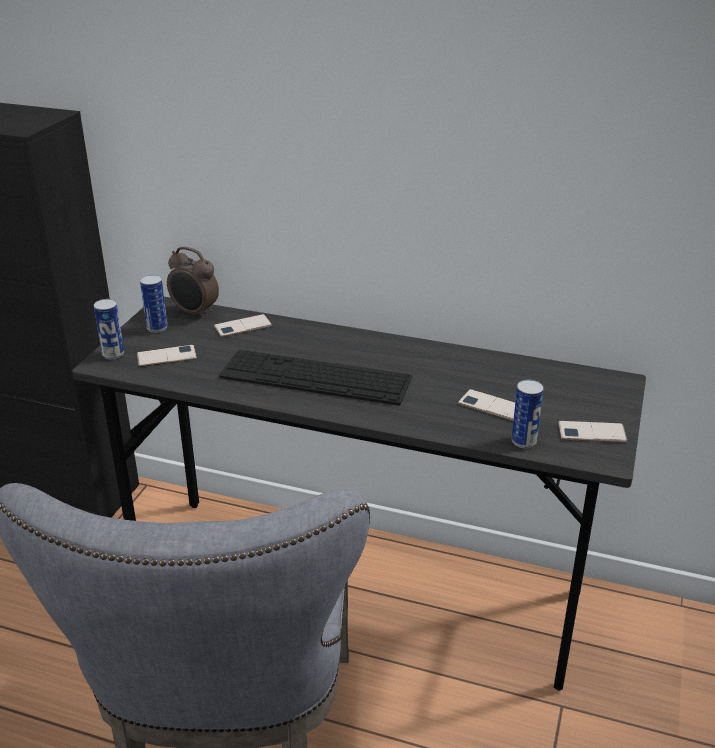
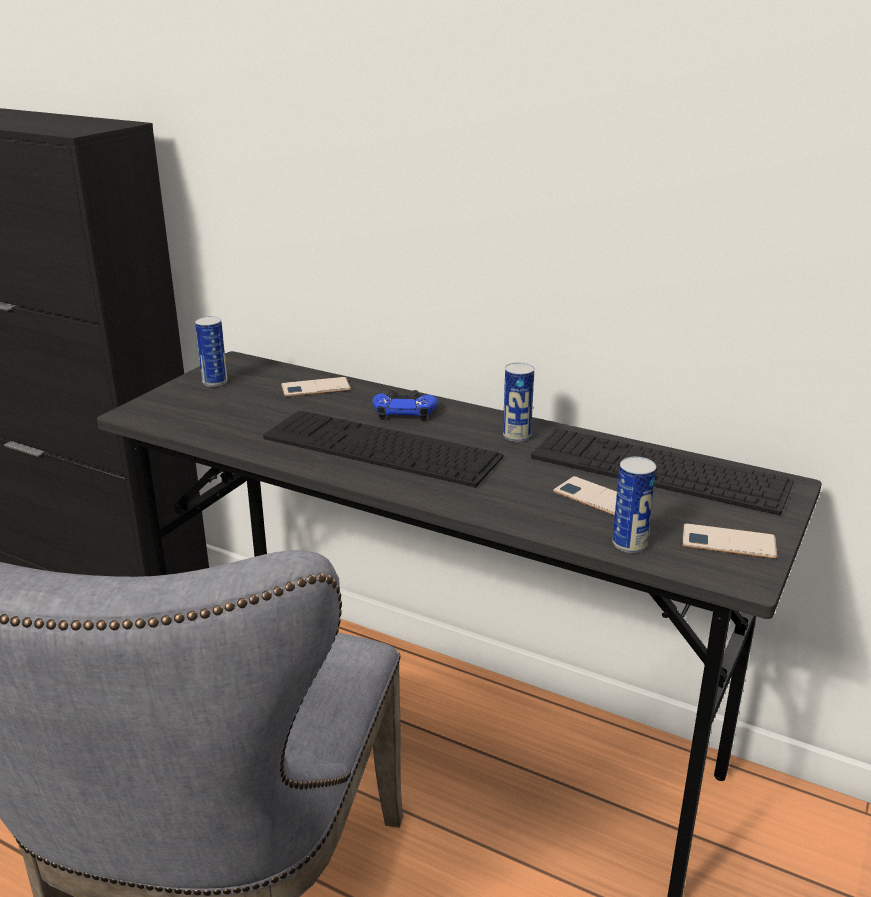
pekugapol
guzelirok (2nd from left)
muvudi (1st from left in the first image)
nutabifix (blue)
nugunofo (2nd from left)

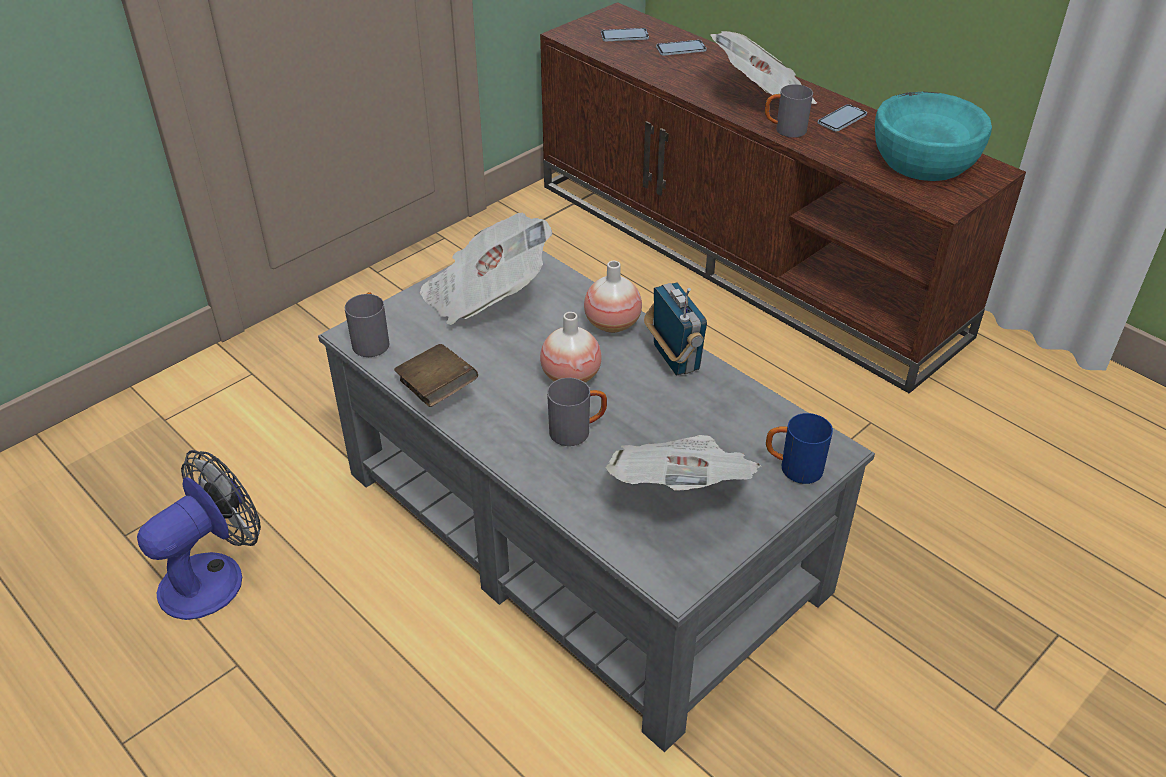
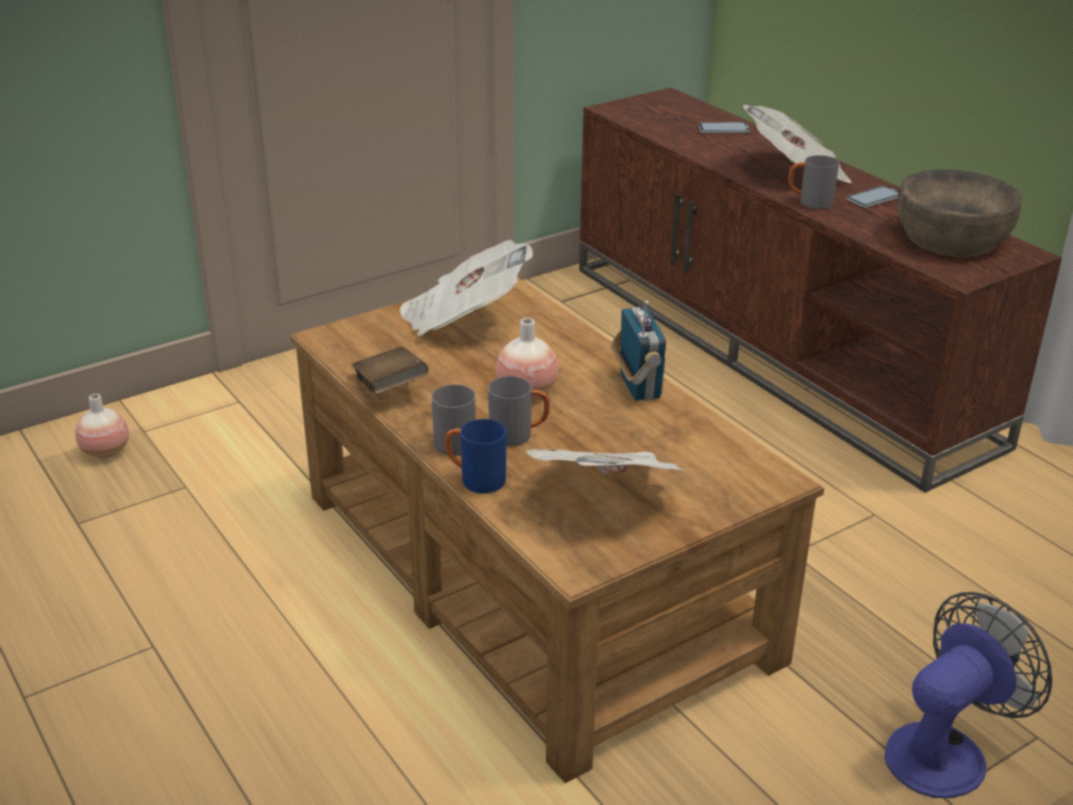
muvudi (1st from left in the first image)
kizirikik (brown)
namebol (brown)
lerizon (1st from left)
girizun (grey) (1st from left)
girizun (blue)
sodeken

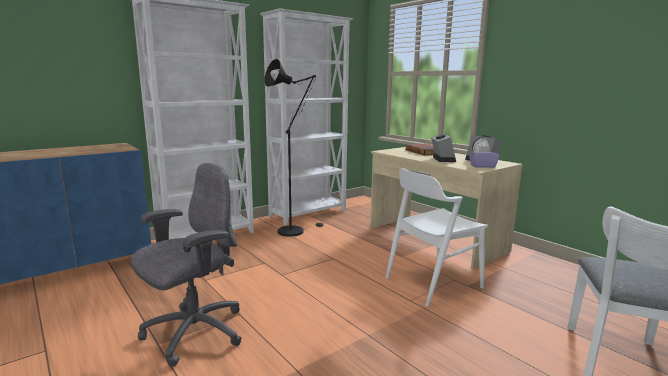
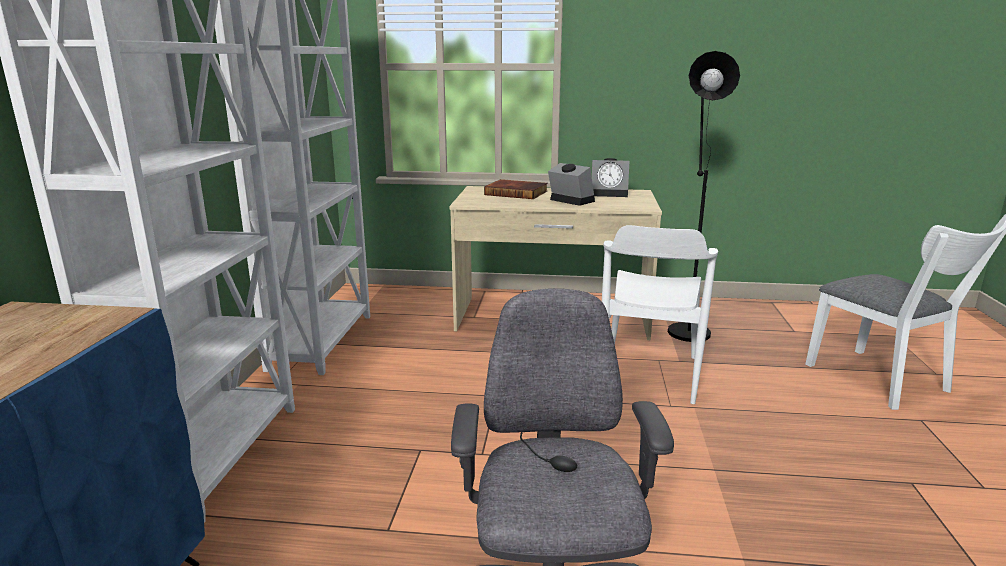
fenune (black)
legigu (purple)

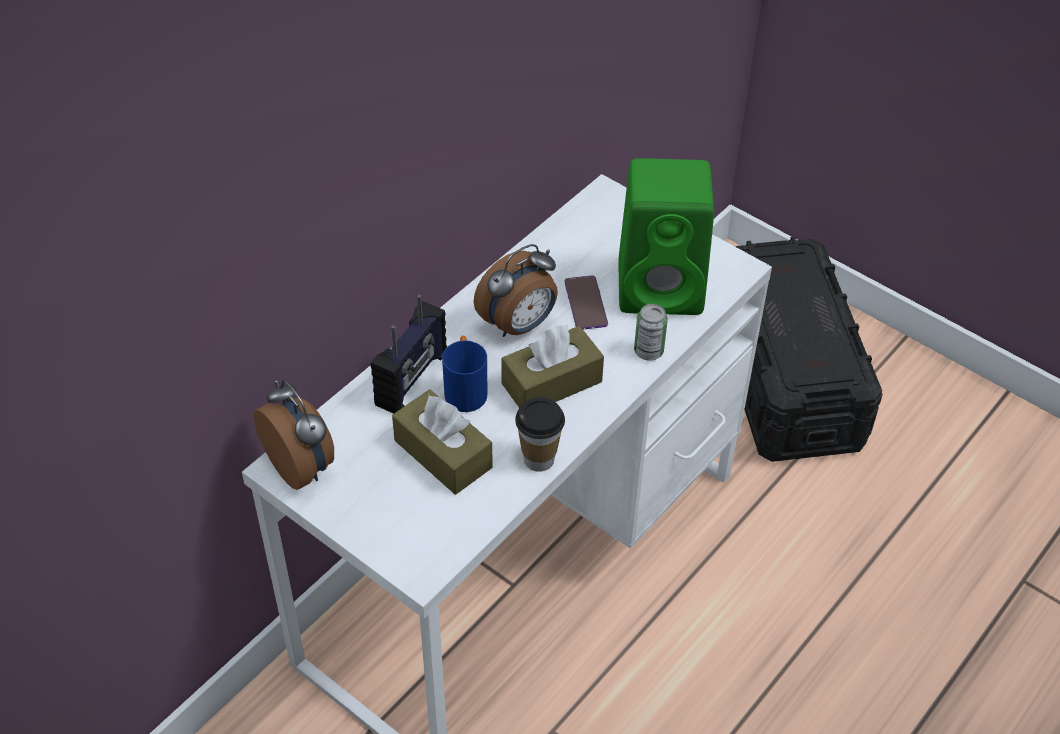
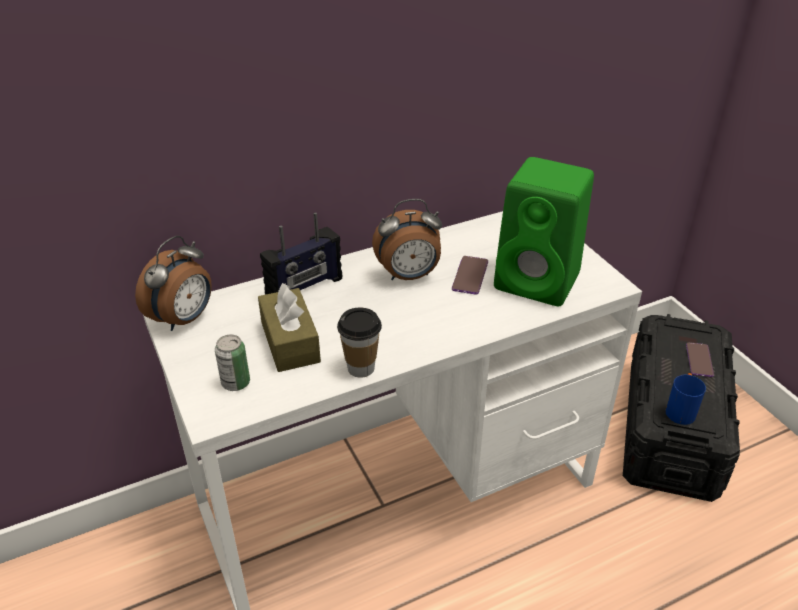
guzelirok
legigu (brown) (2nd from left in the first image)
girizun (blue)
pekugapol (1st from left)
muvudi (2nd from left)

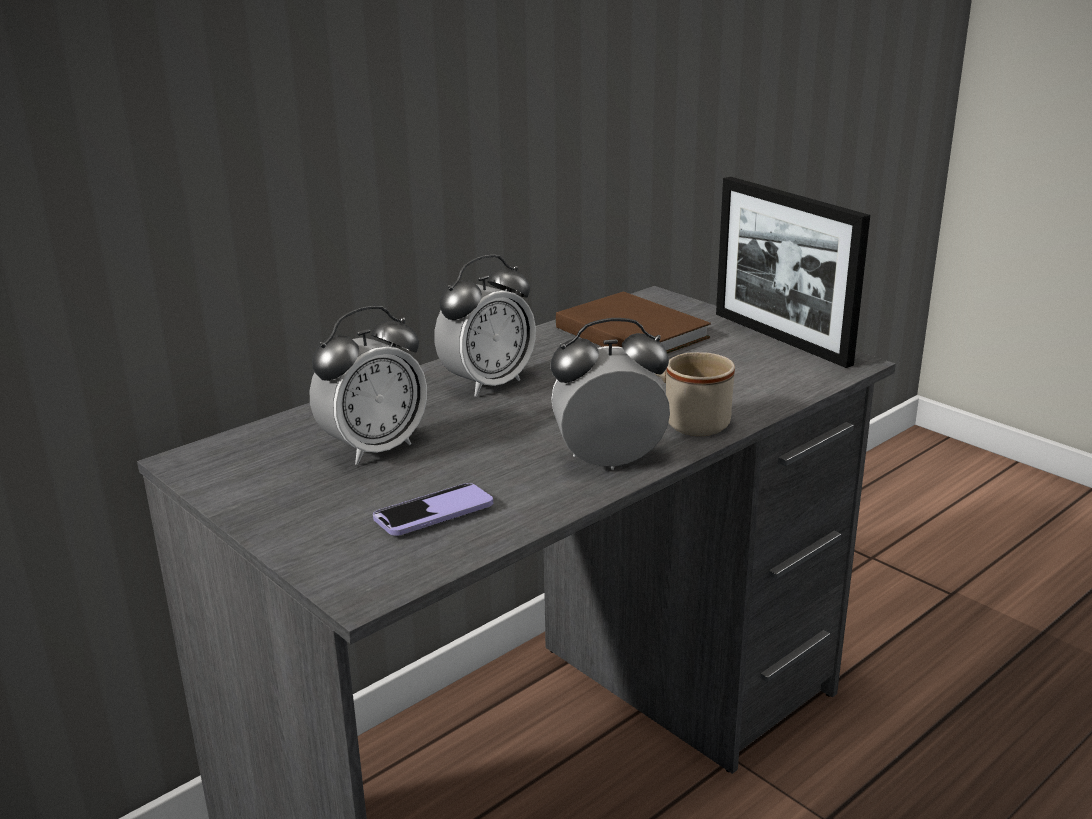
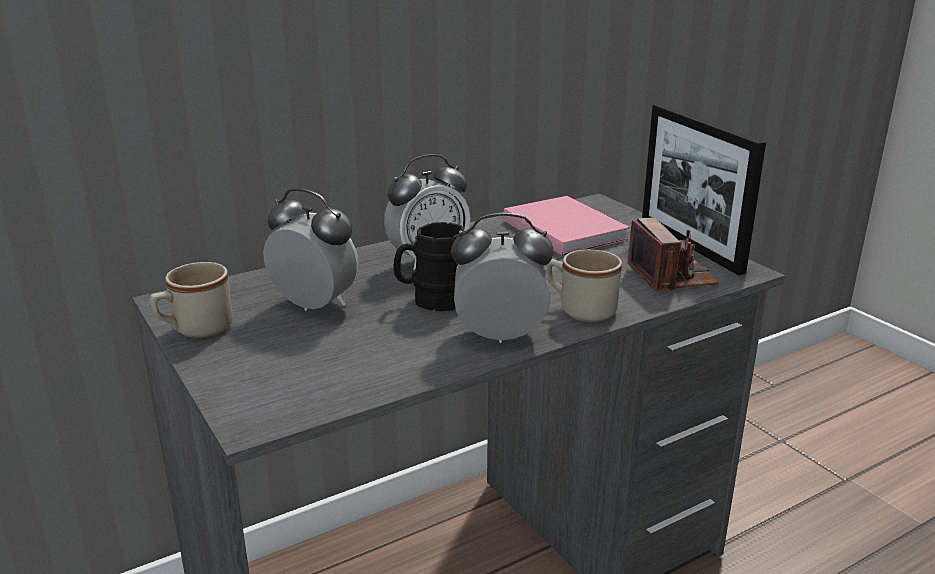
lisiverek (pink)
pekugapol (1st from left)
muvudi
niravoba
girizun (black)
girizun (beige) (1st from left)

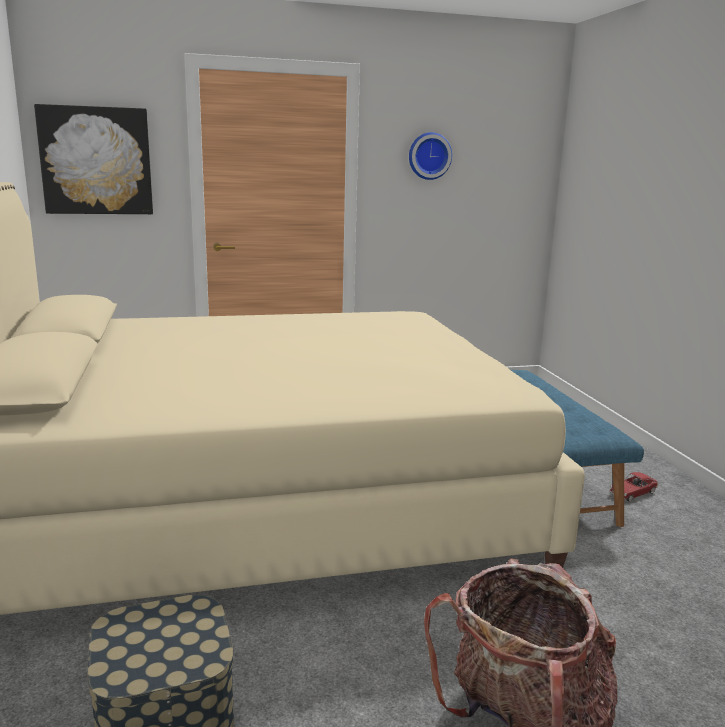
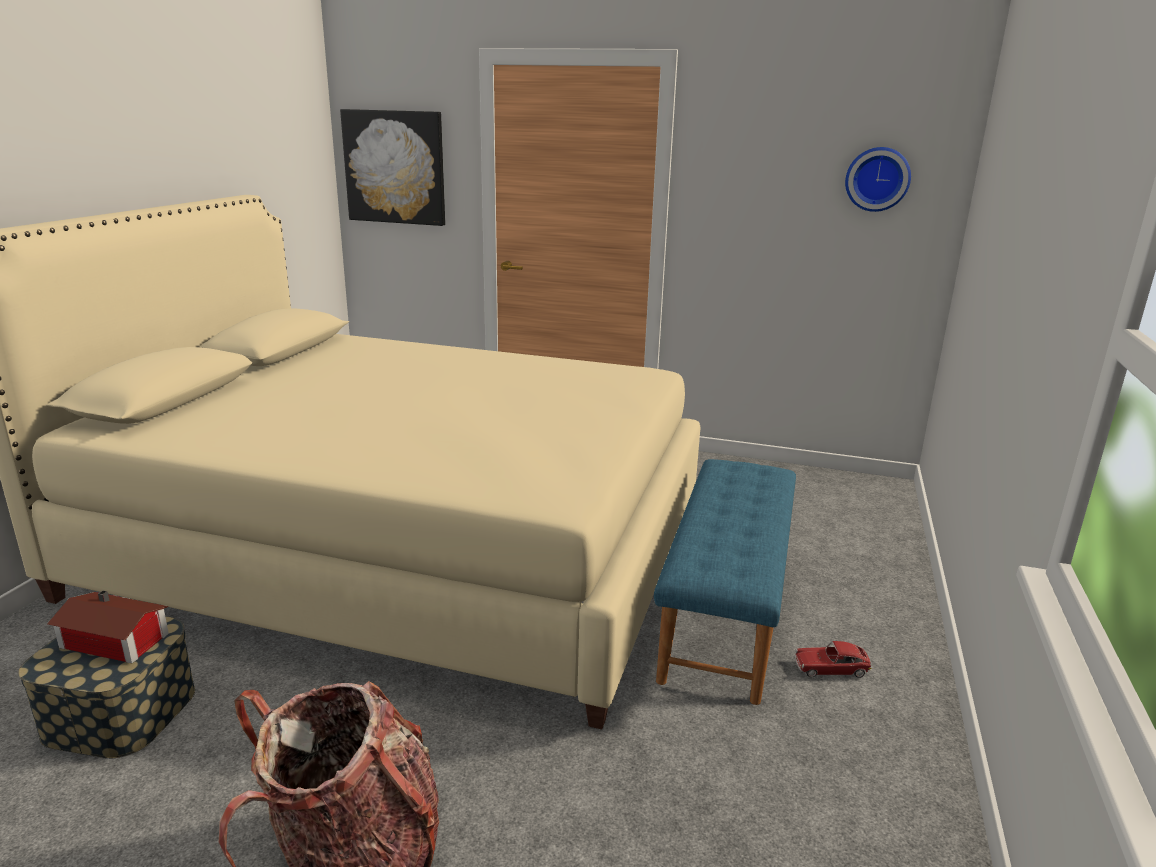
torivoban
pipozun

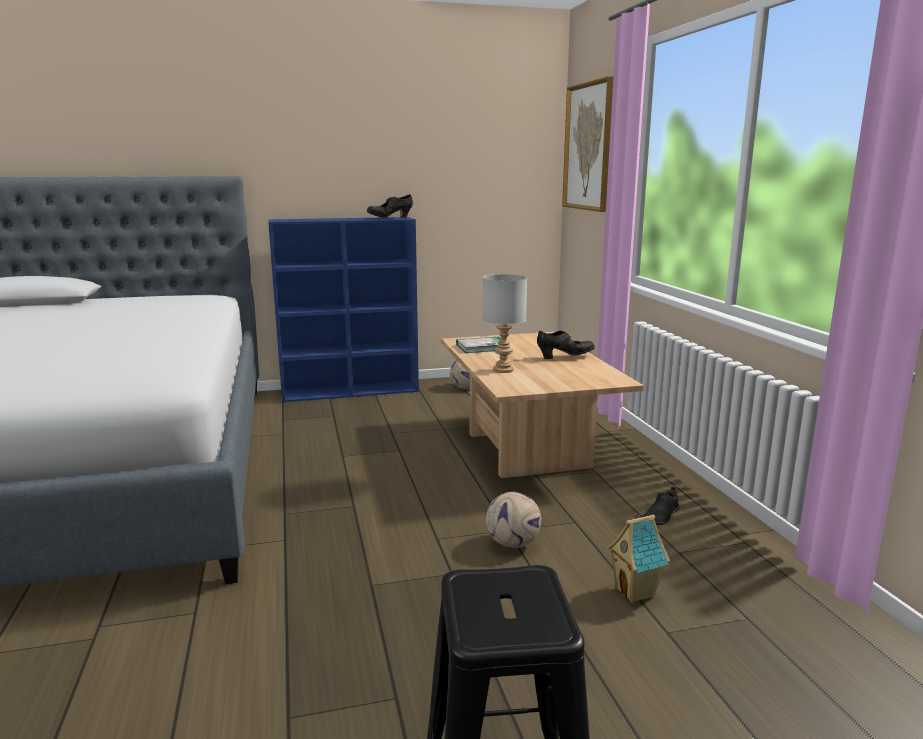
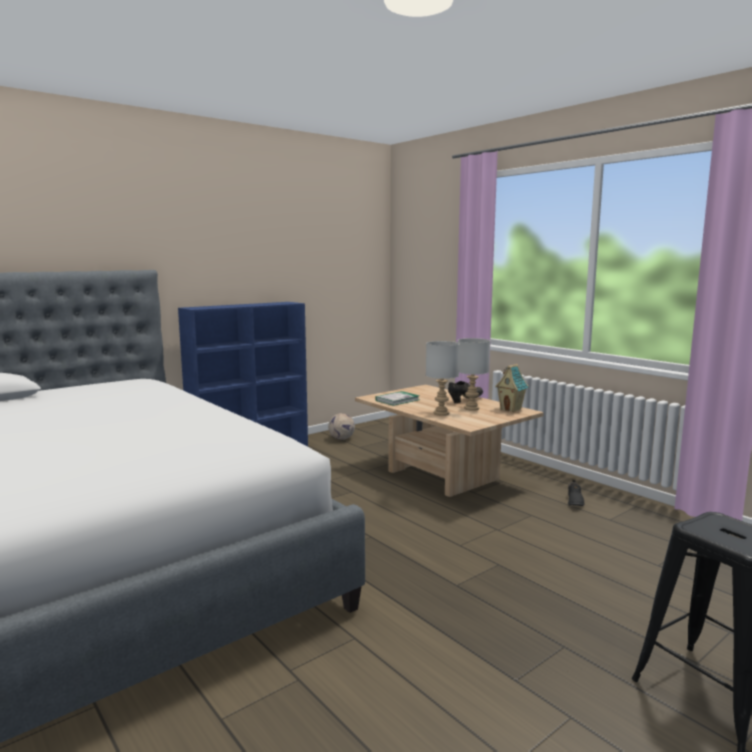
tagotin
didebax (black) (1st from left in the first image)
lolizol (2nd from left in the first image)
pipozun
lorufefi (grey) (2nd from left)

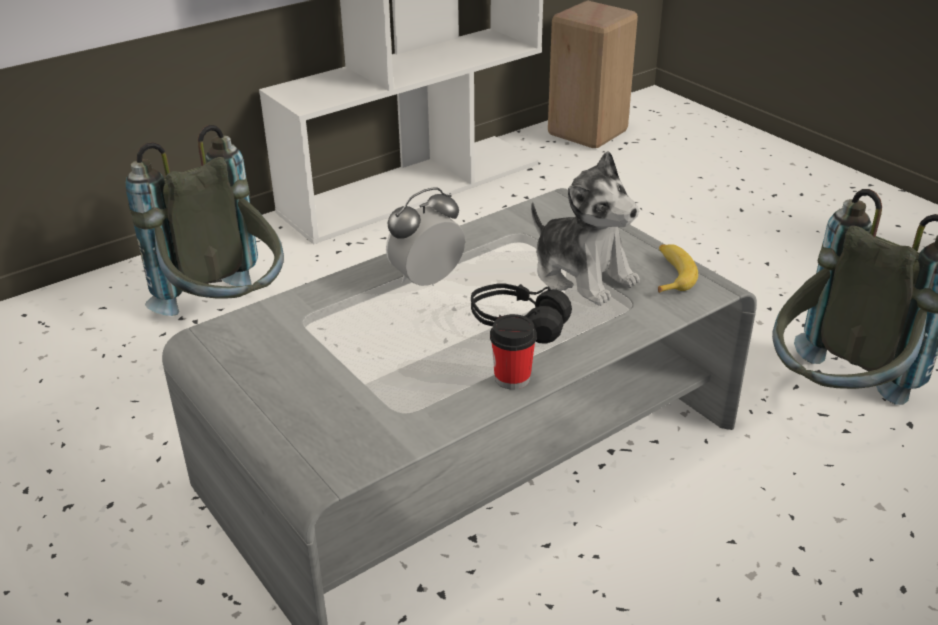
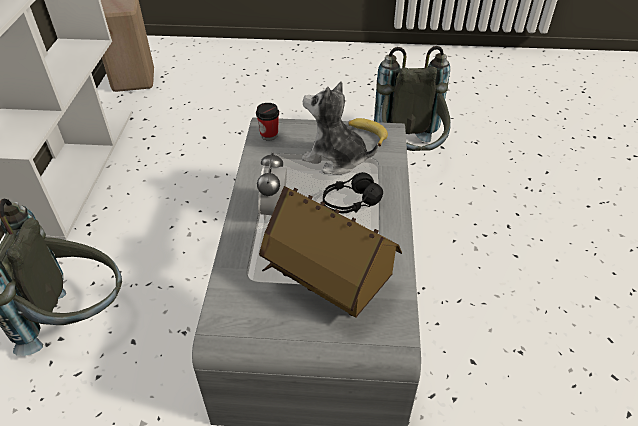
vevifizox
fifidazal
pipozun

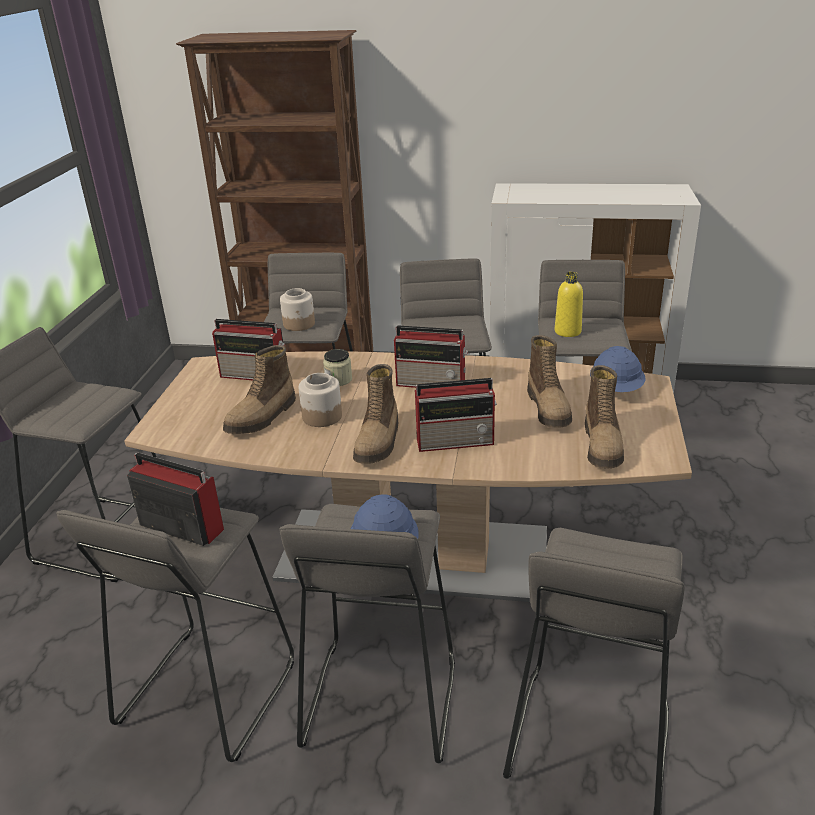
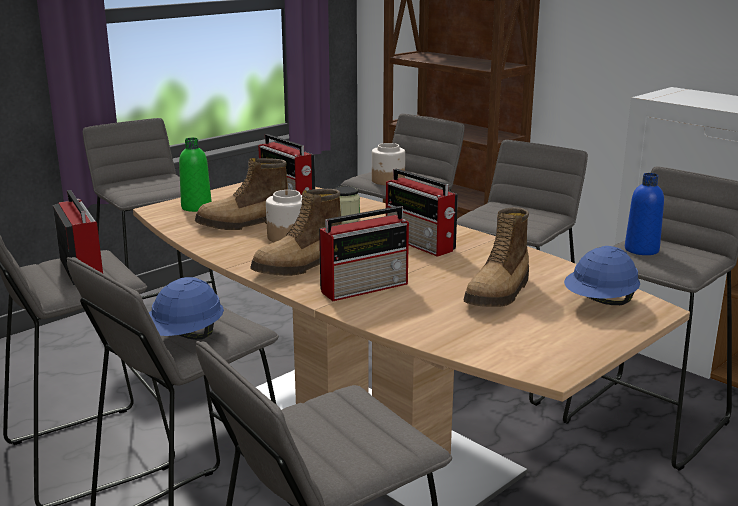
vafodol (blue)
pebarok (4th from left in the first image)
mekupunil (3rd from left)
vafodol (green)

